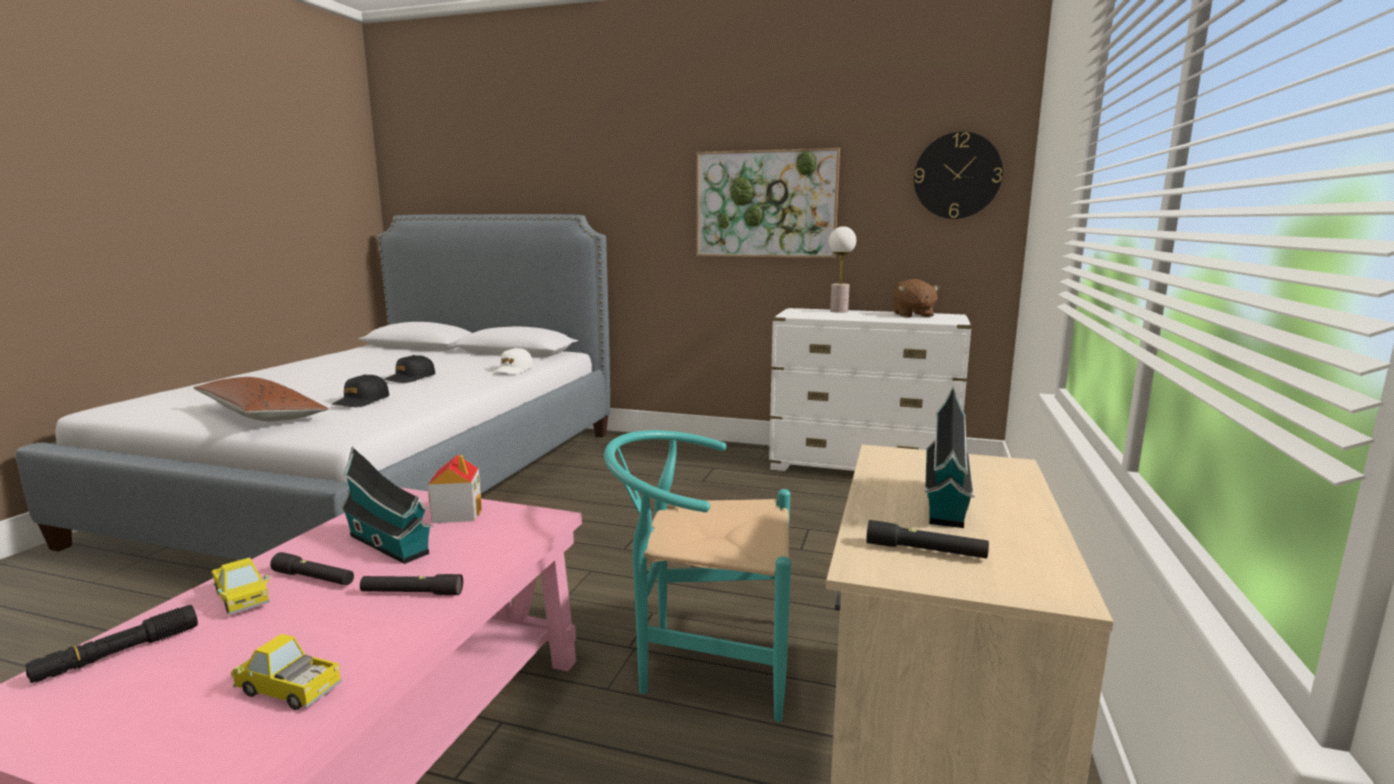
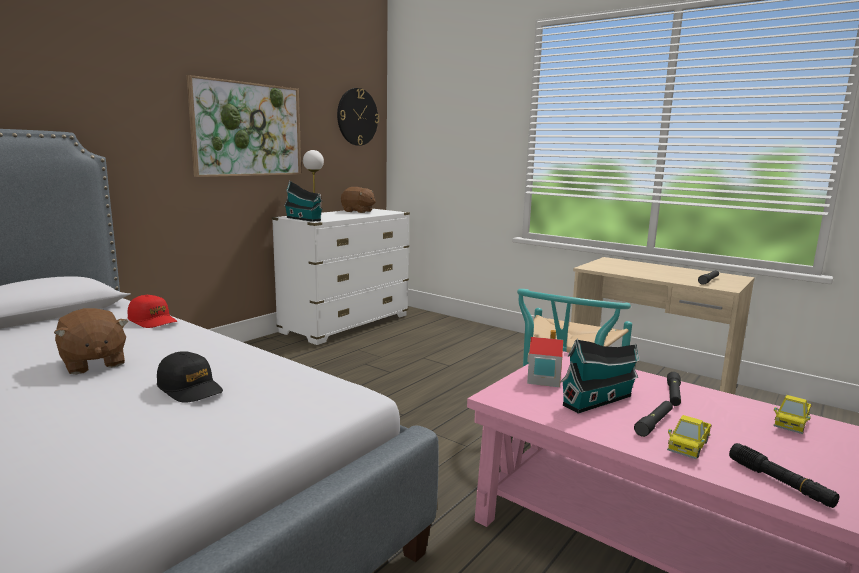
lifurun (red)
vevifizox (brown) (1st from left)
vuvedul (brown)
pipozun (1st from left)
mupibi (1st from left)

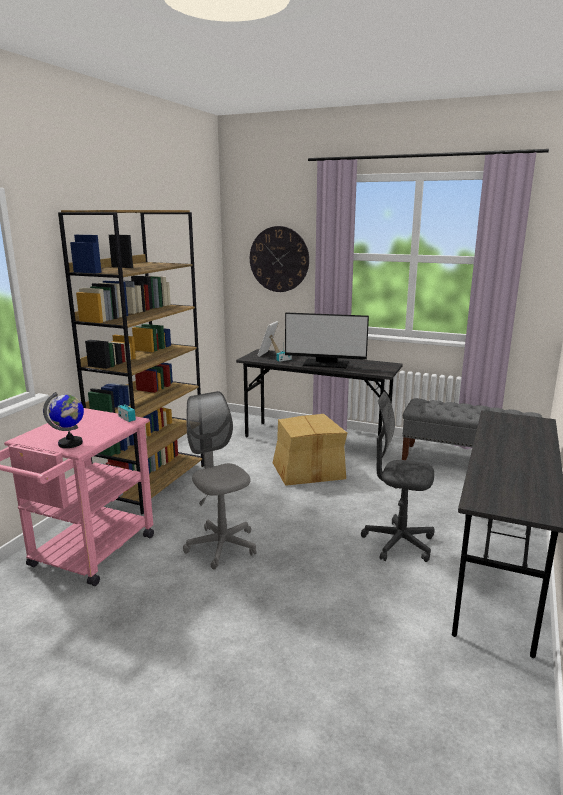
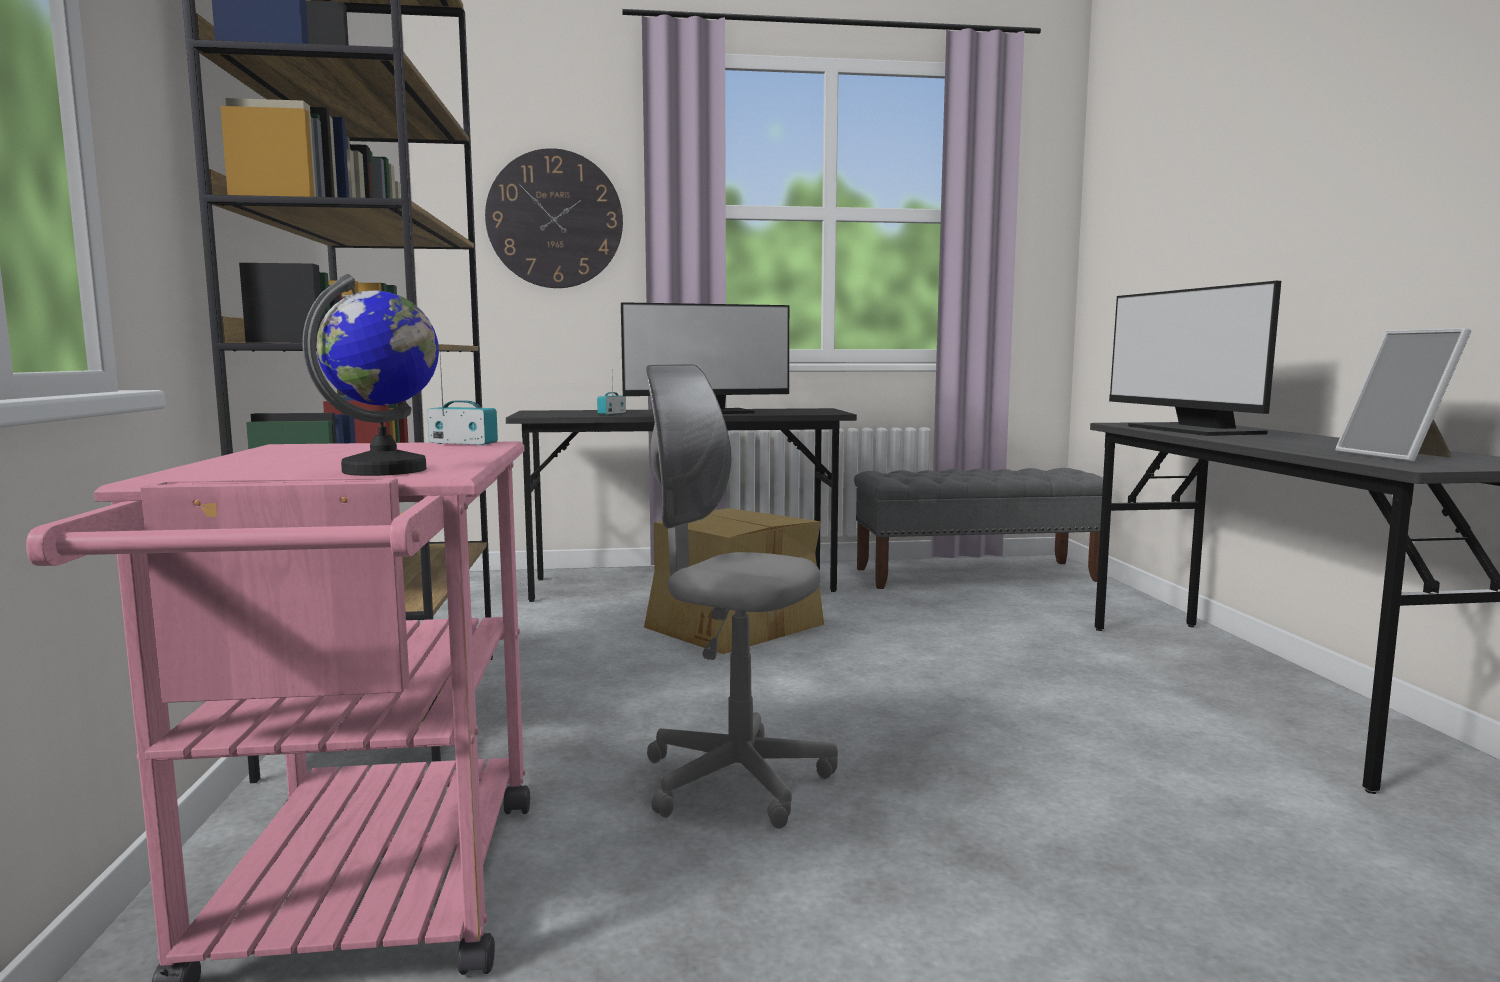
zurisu
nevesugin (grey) (2nd from left in the first image)
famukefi (2nd from left)

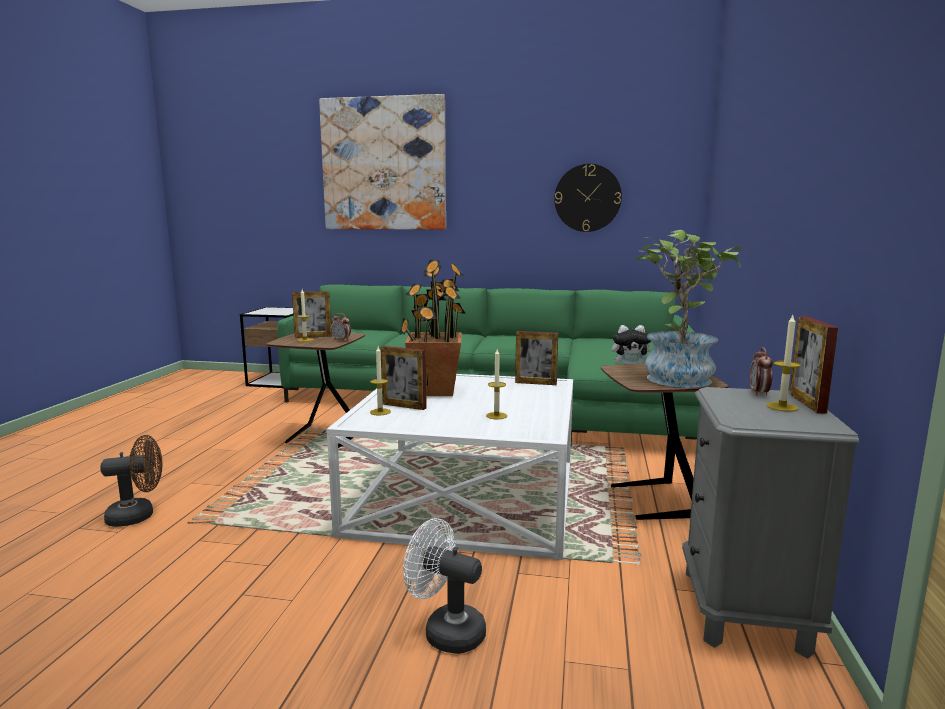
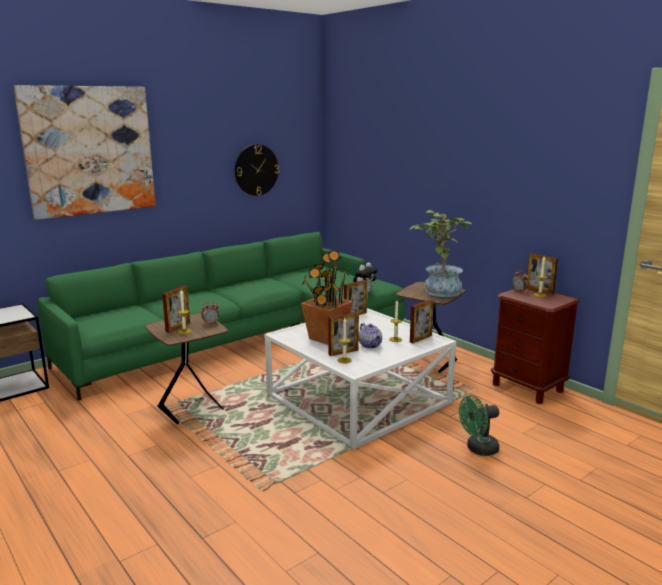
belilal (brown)
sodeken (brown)
sodeken (green)
zurisu (4th from left)
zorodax

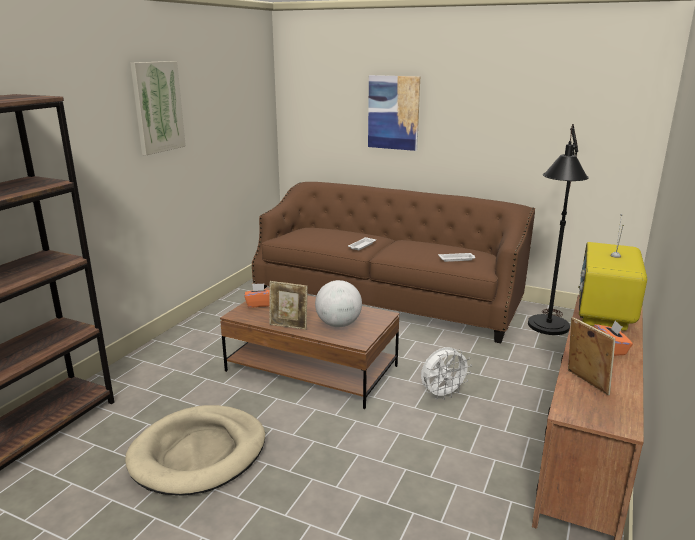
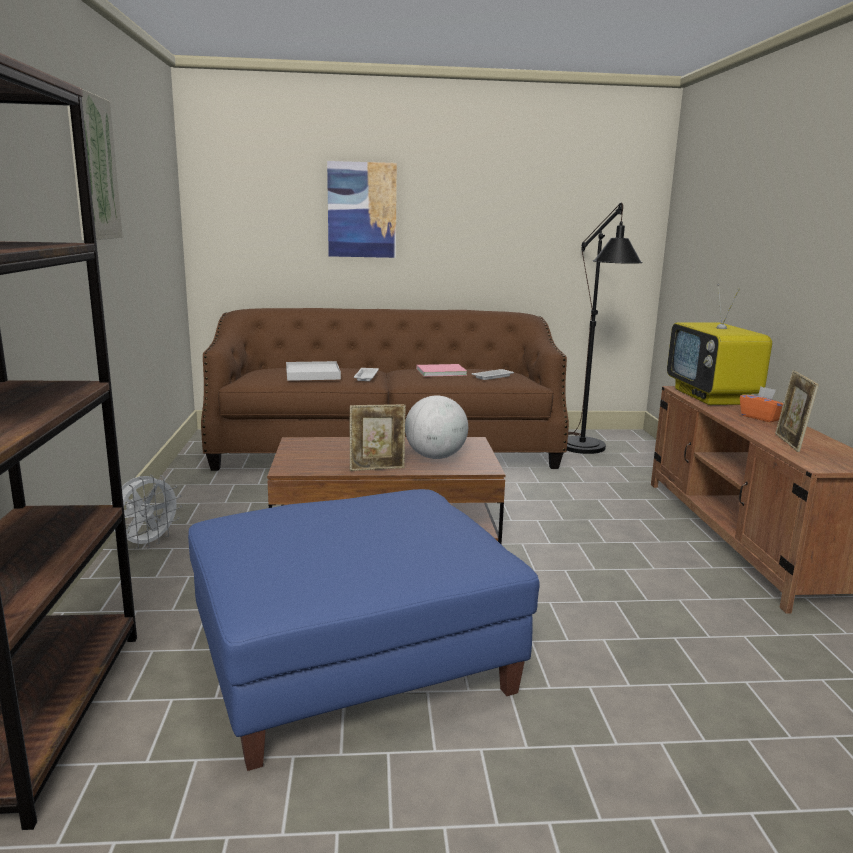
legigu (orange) (1st from left in the first image)
zurisu (2nd from left)
sodeken (white)
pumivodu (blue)
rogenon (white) (1st from left)
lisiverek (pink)

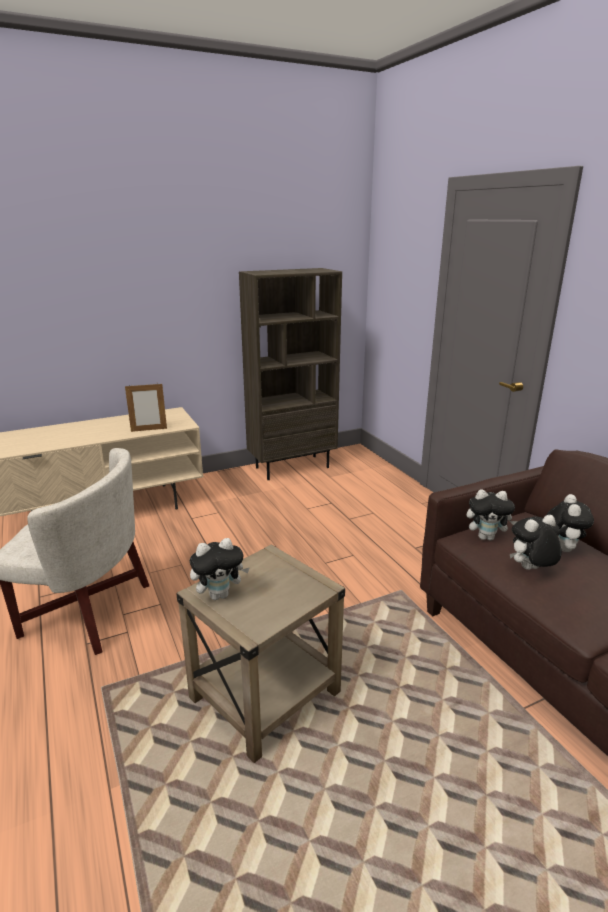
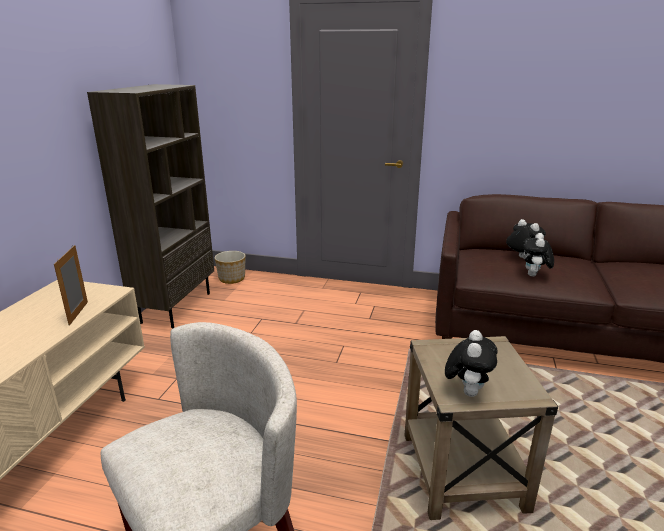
zurisu
vevifizox (2nd from left in the first image)
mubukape

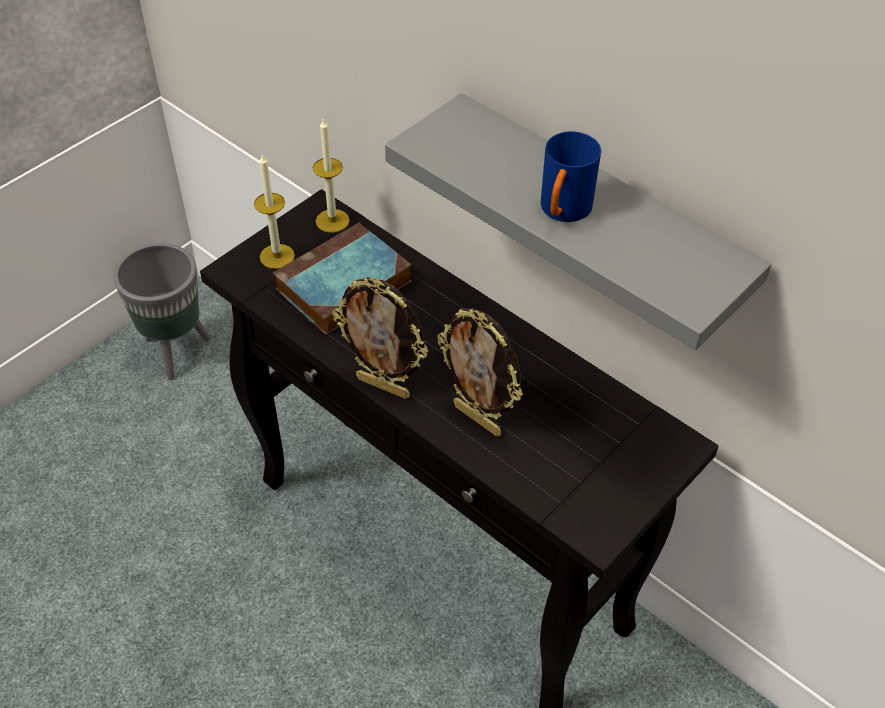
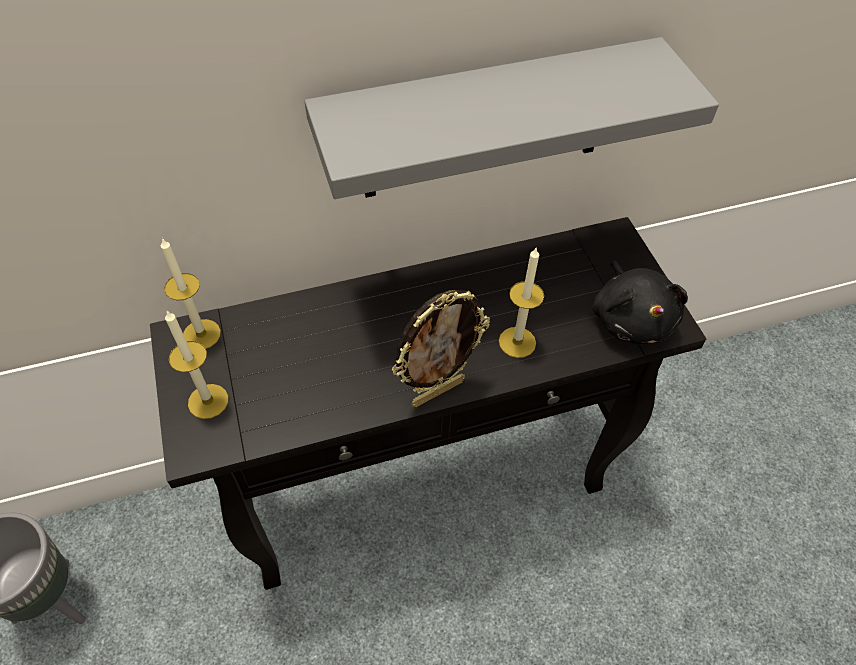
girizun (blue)
lisiverek
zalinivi (3rd from left)
vevifizox (black)

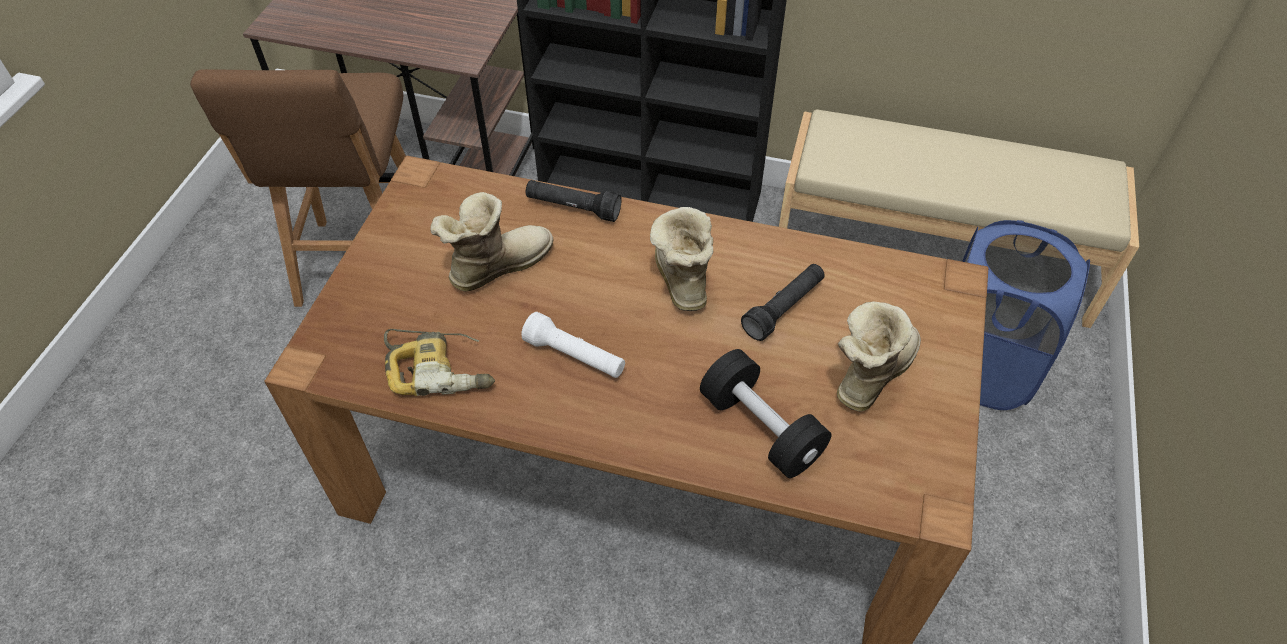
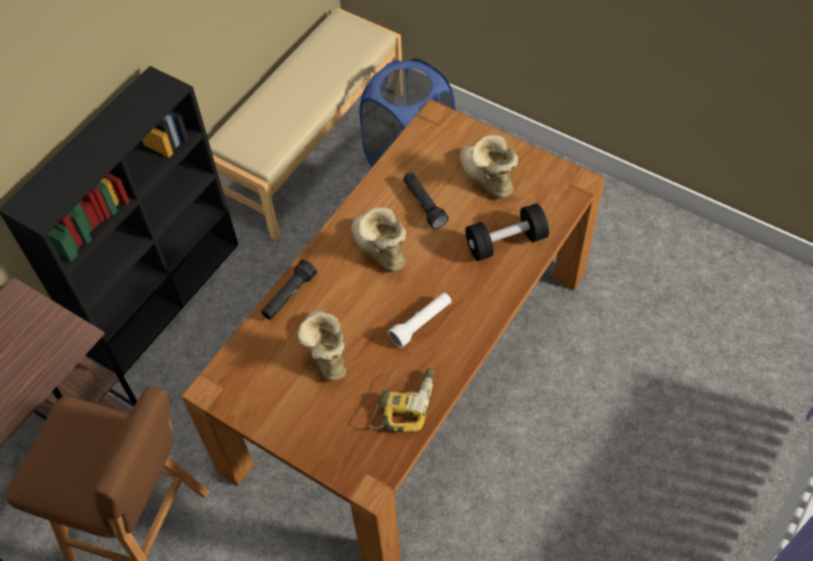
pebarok (2nd from left)

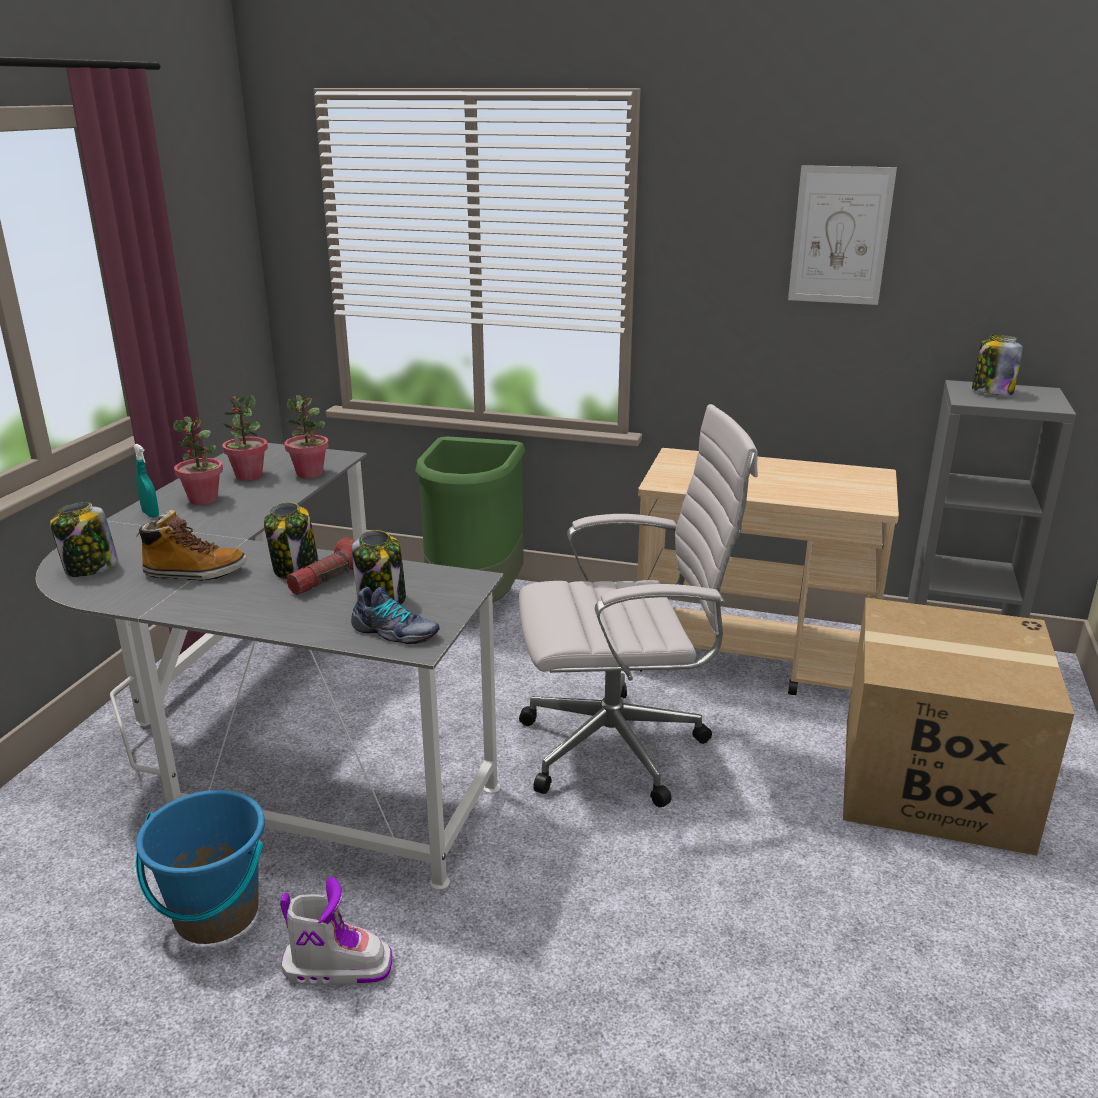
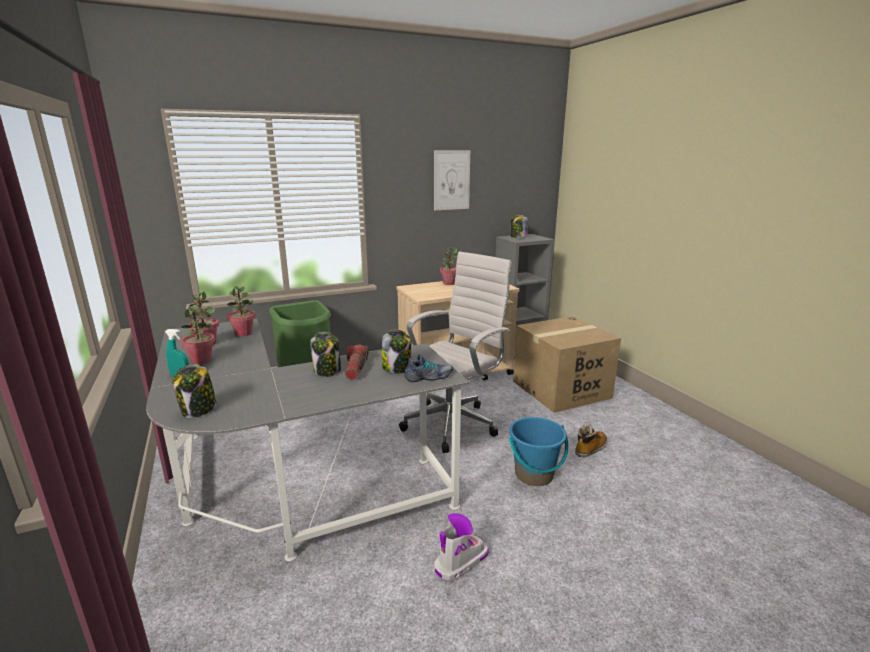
pebarok (2nd from left)
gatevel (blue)
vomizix (4th from left)

